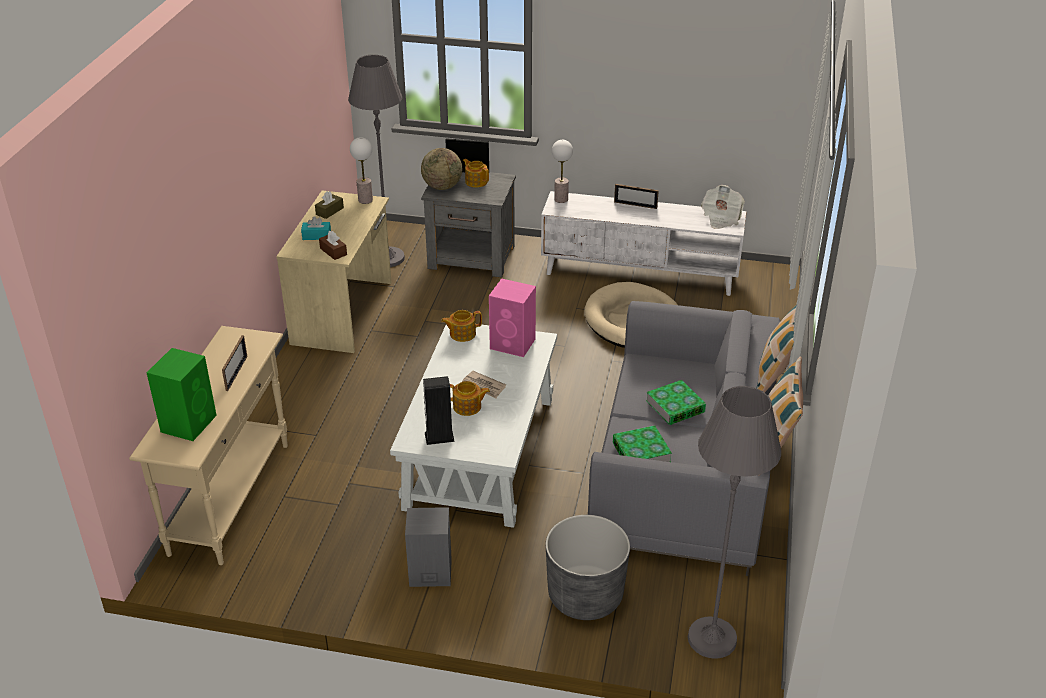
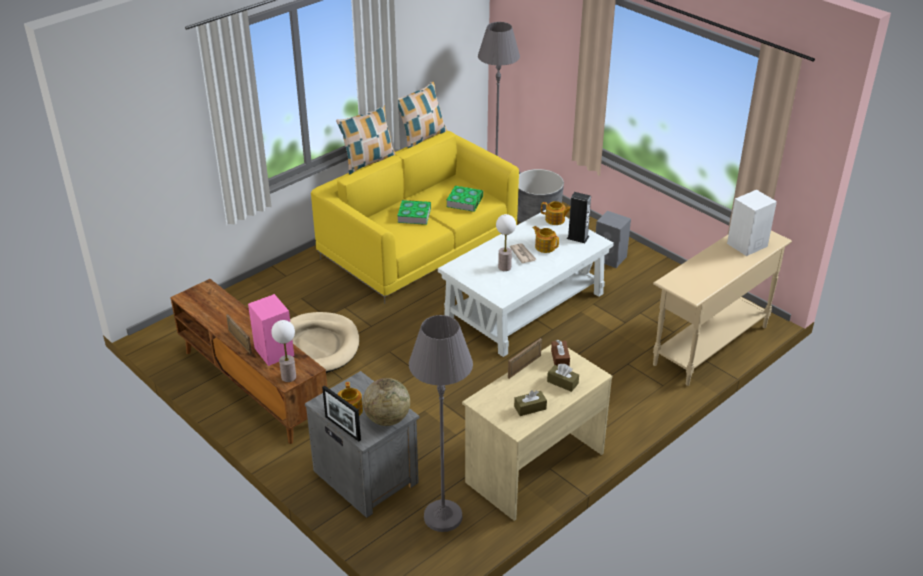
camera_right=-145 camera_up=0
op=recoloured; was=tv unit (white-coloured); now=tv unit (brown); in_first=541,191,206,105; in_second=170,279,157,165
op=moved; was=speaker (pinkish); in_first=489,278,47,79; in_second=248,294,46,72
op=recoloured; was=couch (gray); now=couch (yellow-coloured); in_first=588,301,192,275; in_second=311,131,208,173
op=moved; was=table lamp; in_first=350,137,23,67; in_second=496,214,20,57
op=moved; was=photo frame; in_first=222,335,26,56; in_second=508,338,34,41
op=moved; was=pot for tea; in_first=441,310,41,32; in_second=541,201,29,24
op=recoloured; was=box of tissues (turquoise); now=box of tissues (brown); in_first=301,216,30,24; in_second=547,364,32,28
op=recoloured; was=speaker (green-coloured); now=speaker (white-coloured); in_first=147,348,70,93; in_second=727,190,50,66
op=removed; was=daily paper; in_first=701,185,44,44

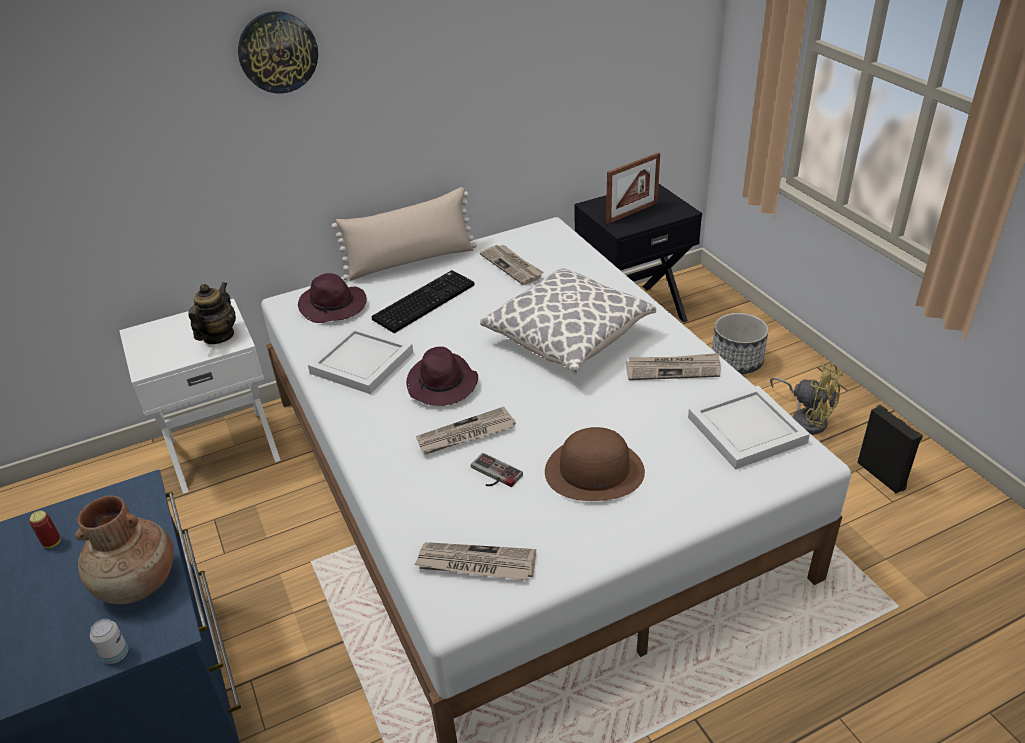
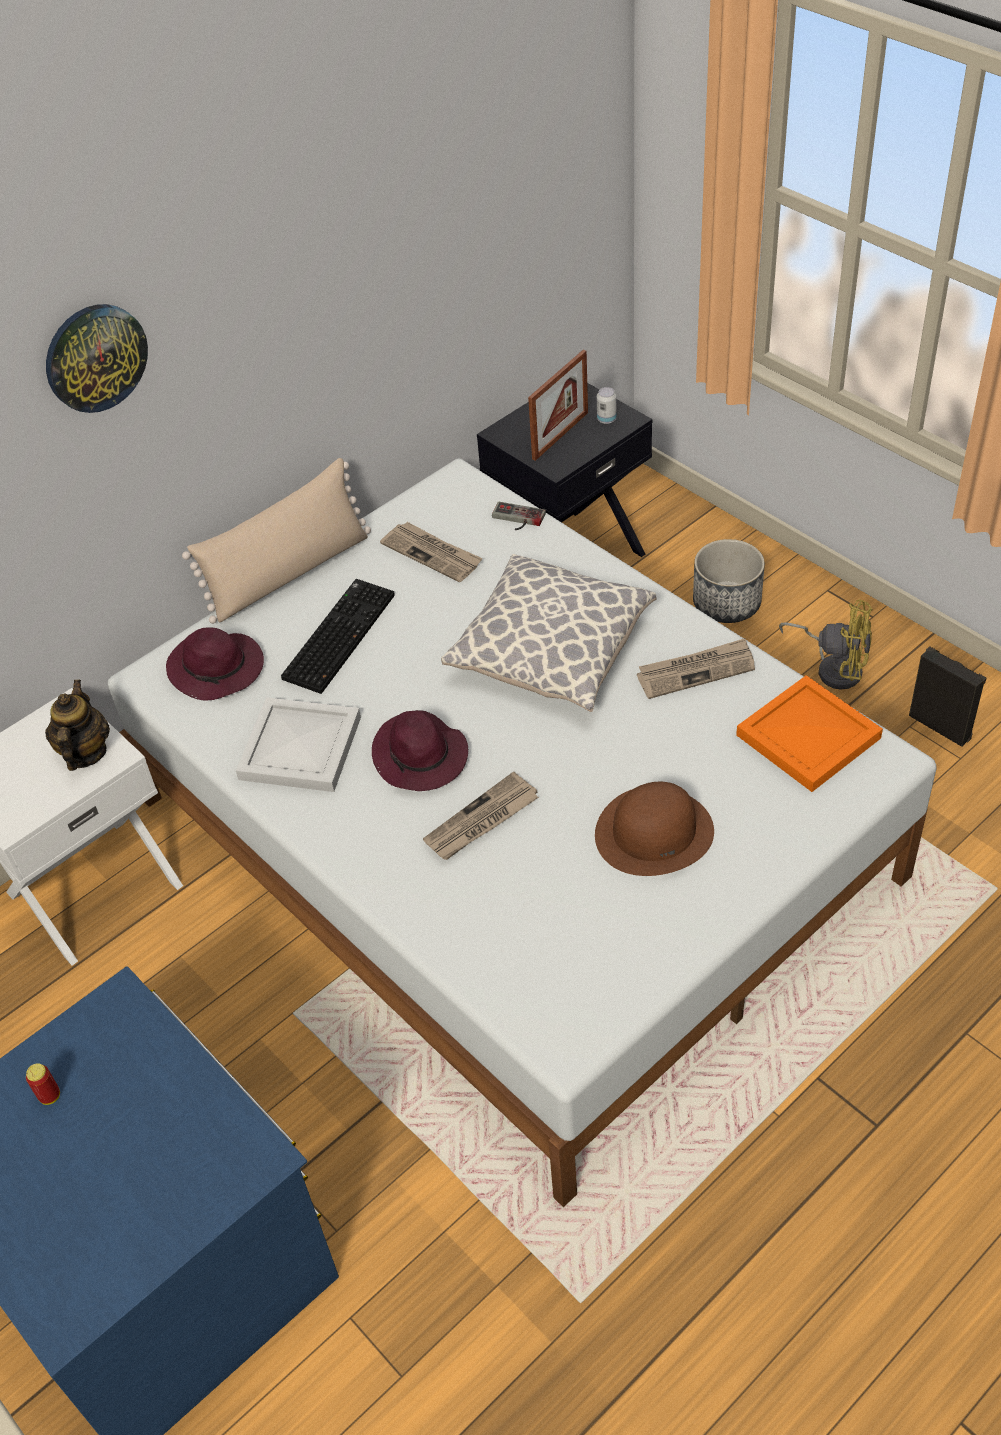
camera_right=-15 camera_up=10
op=moved; was=game controller; in_first=471,453,52,34; in_second=492,502,54,28
op=moved; was=can; in_first=90,619,38,45; in_second=597,387,20,37
op=recoloured; was=carrying tray (white-coloured); now=carrying tray (orangey); in_first=688,385,122,85; in_second=736,675,147,117
op=removed; was=flower vase (brown); in_first=75,495,99,109
op=removed; was=daily paper; in_first=414,542,122,39

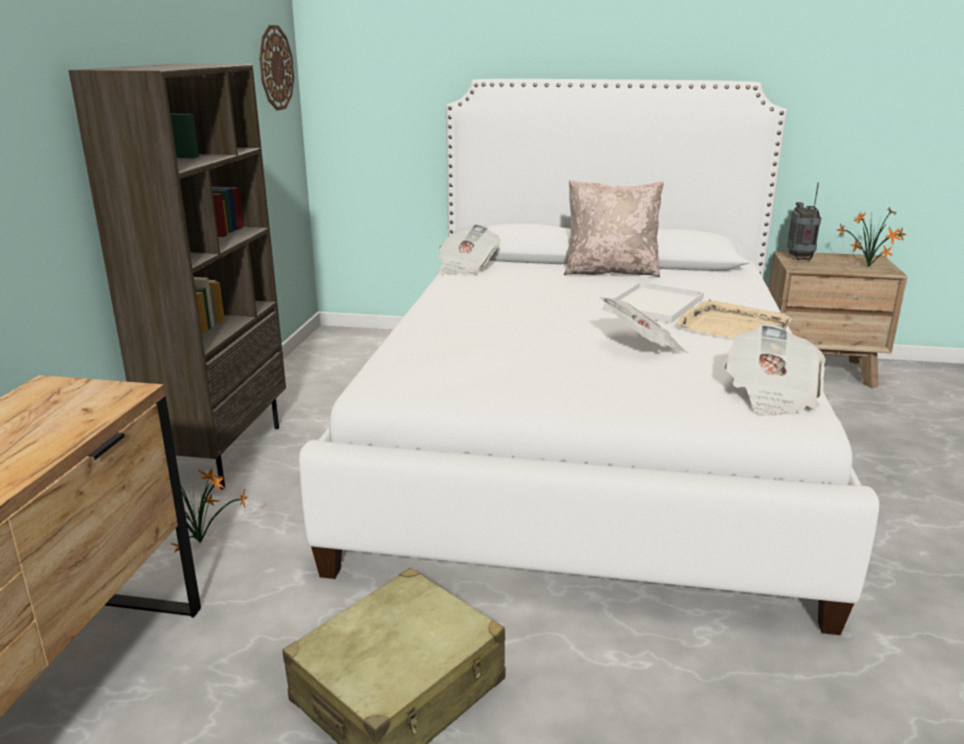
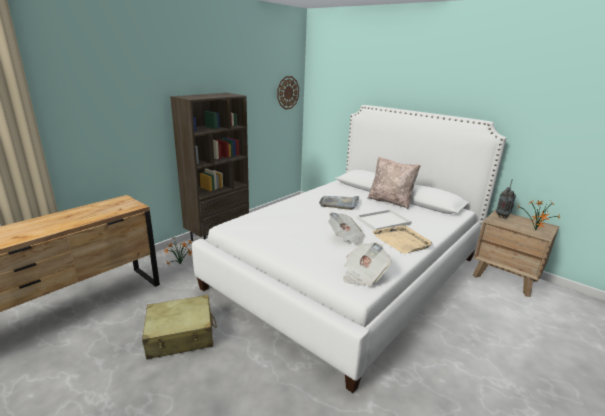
camera_right=30 camera_up=0
op=added; now=carrying tray (gray); in_second=319,196,40,14
op=removed; was=daily paper; in_first=437,224,63,51

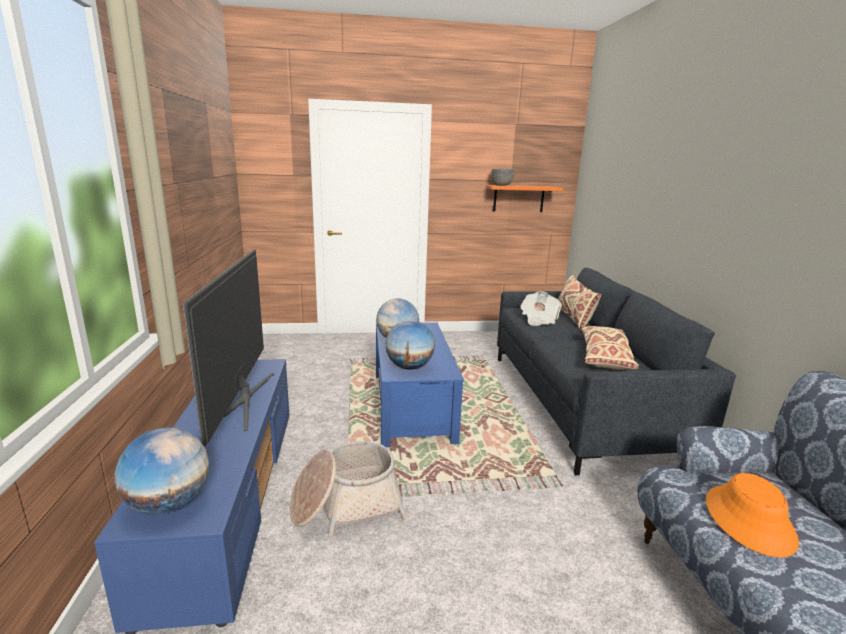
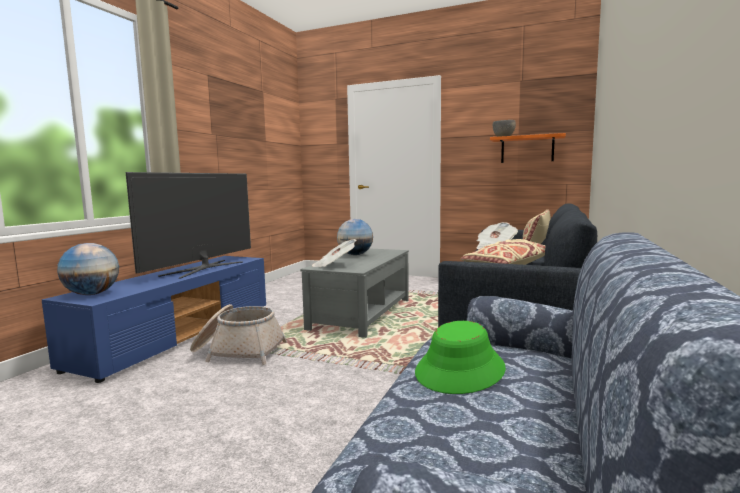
camera_right=30 camera_up=-10
op=recoloured; was=coffee table (blue); now=coffee table (gray); in_first=376,322,88,125; in_second=301,249,108,89
op=replaced; was=desk globe; now=daily paper; in_first=386,320,49,50; in_second=312,239,45,28
op=recoloured; was=clothing hat (orangey); now=clothing hat (green-coloured); in_first=706,473,93,84; in_second=415,321,91,73

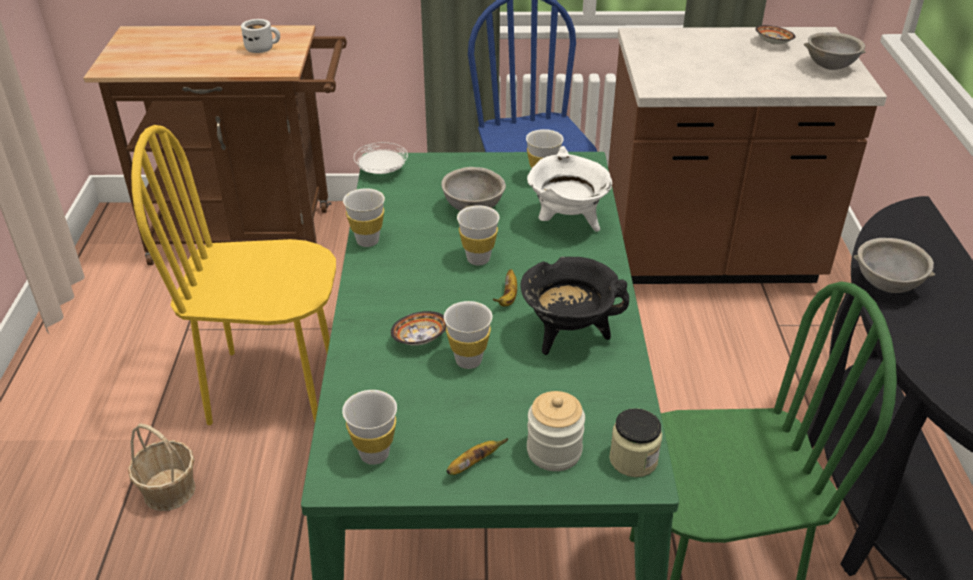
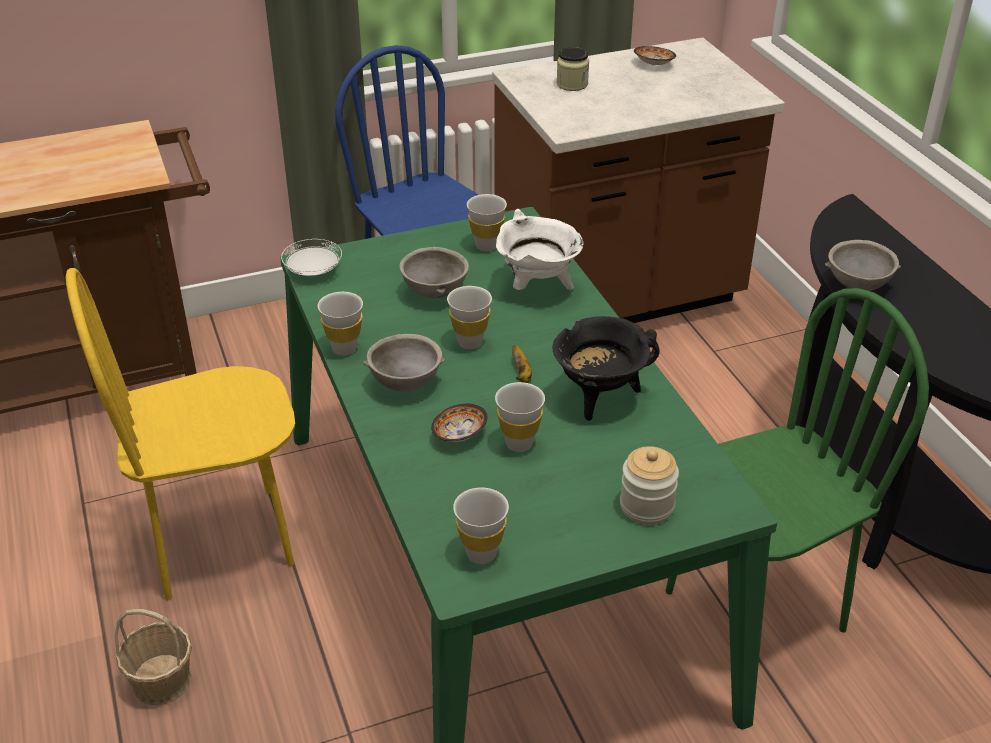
camera_right=-20 camera_up=0
op=moved; was=serving bowl (gray); in_first=804,32,62,38; in_second=363,334,82,58
op=moved; was=storage jar; in_first=609,408,53,69; in_second=557,47,32,44
op=removed; was=tea mug (white-coloured); in_first=241,19,39,34
op=removed; was=whole banana; in_first=446,438,62,37

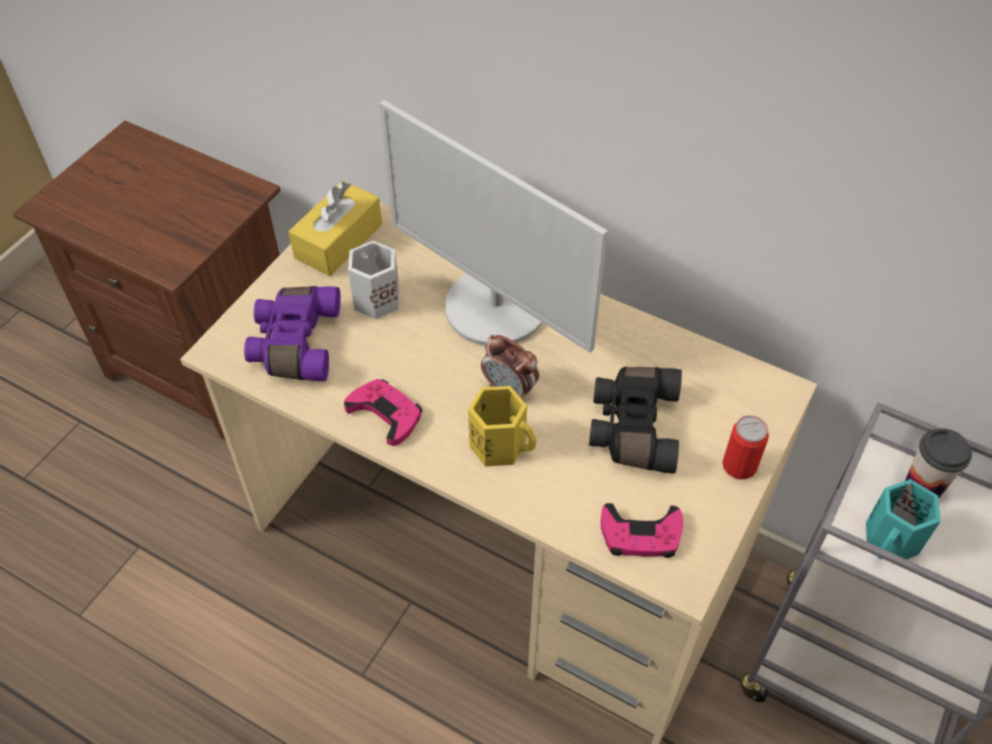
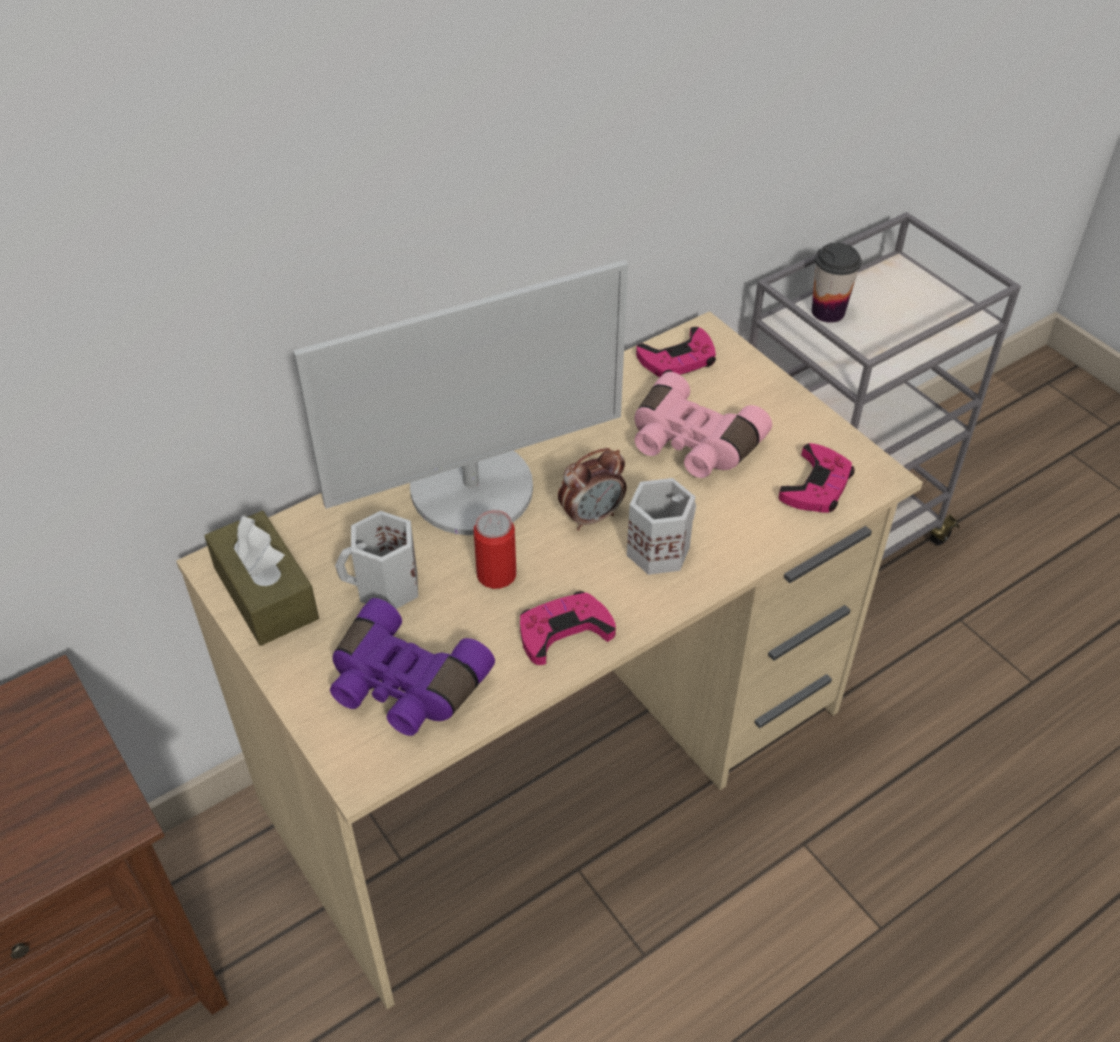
camera_right=-65 camera_up=-5
op=recoloured; was=box of tissues (yellow-coloured); now=box of tissues (brown); in_first=288,181,94,95; in_second=205,511,114,135
op=moved; was=can; in_first=722,415,47,64; in_second=474,510,42,79
op=recoloured; was=tea mug (yellow-coloured); now=tea mug (white-coloured); in_first=468,386,69,81; in_second=627,478,69,97
op=recoloured; was=binoculars (black-coloured); now=binoculars (pinkish); in_first=589,367,93,107; in_second=635,372,137,106
op=added; now=game controller (pinkish); in_second=636,327,80,50
op=removed; was=tea mug (turquoise); in_first=866,479,75,80

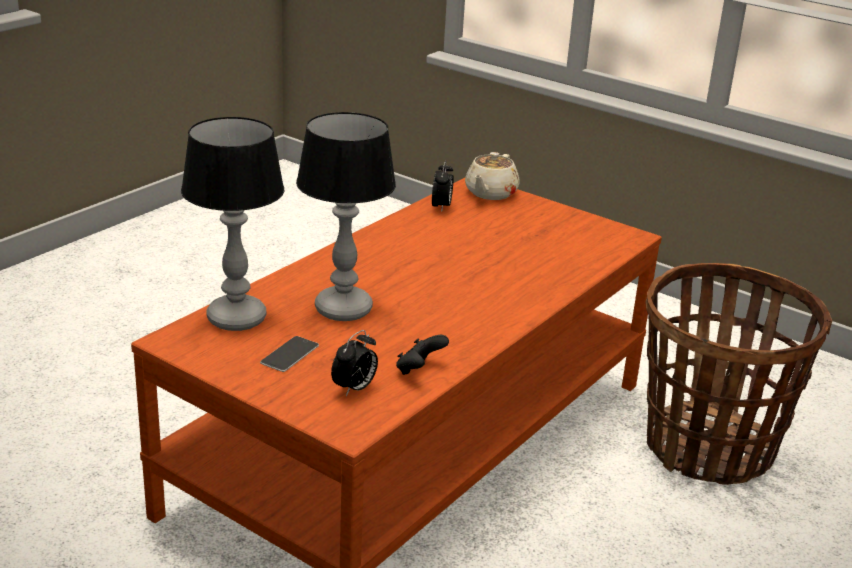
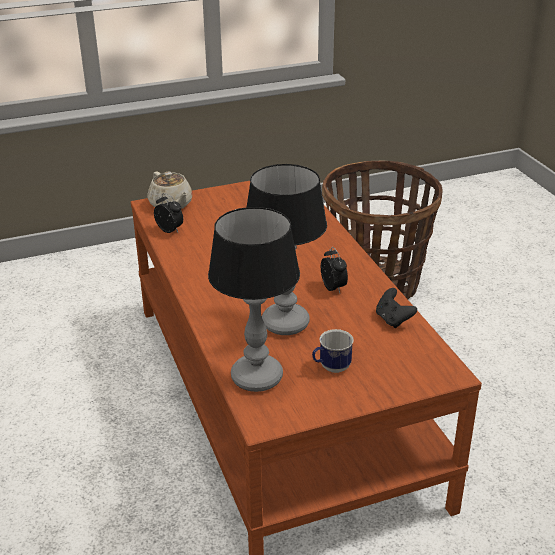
camera_right=-55 camera_up=5
op=replaced; was=telephone; now=tea mug; in_first=260,336,59,36; in_second=312,329,42,44
op=moved; was=table clock; in_first=331,330,47,66; in_second=321,247,27,46

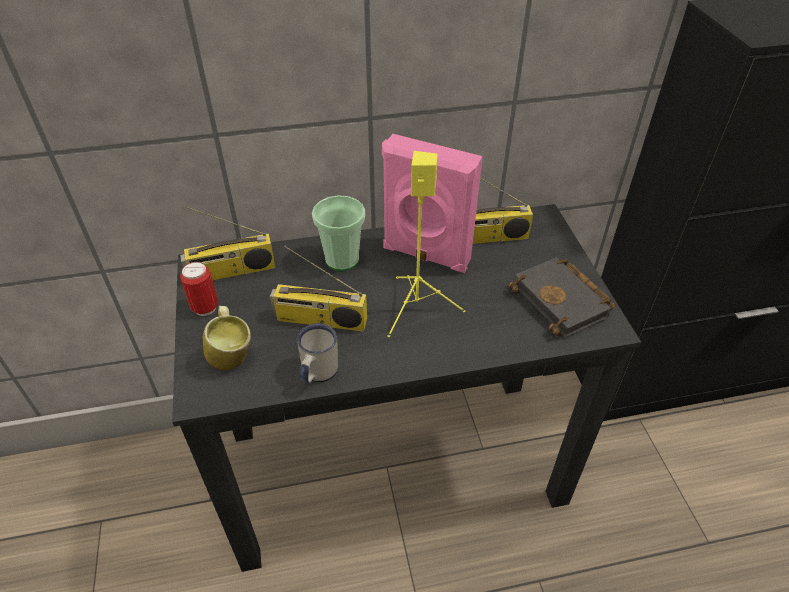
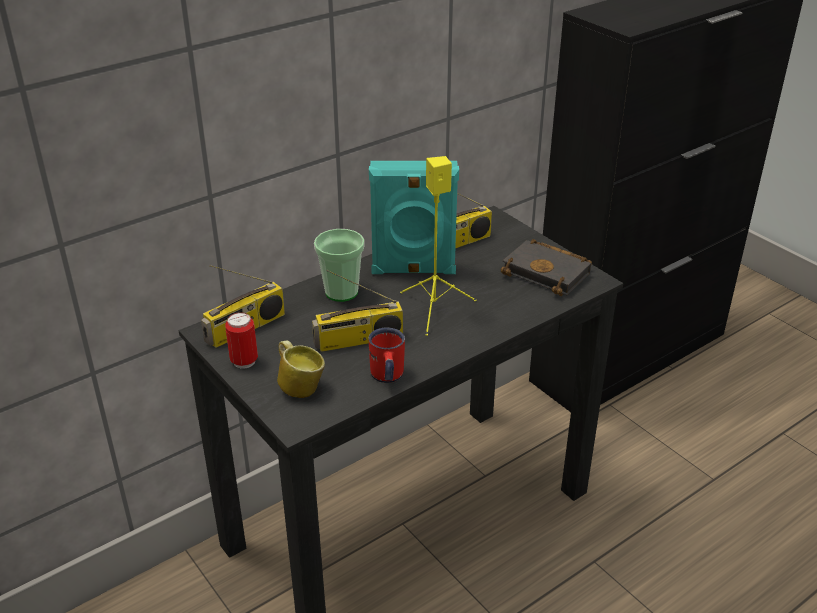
camera_right=-25 camera_up=-10
op=recoloured; was=tea mug (white-coloured); now=tea mug (red-coloured); in_first=297,323,41,61; in_second=368,327,37,56
op=recoloured; was=speaker (pinkish); now=speaker (turquoise); in_first=382,134,101,139; in_second=369,161,90,113

